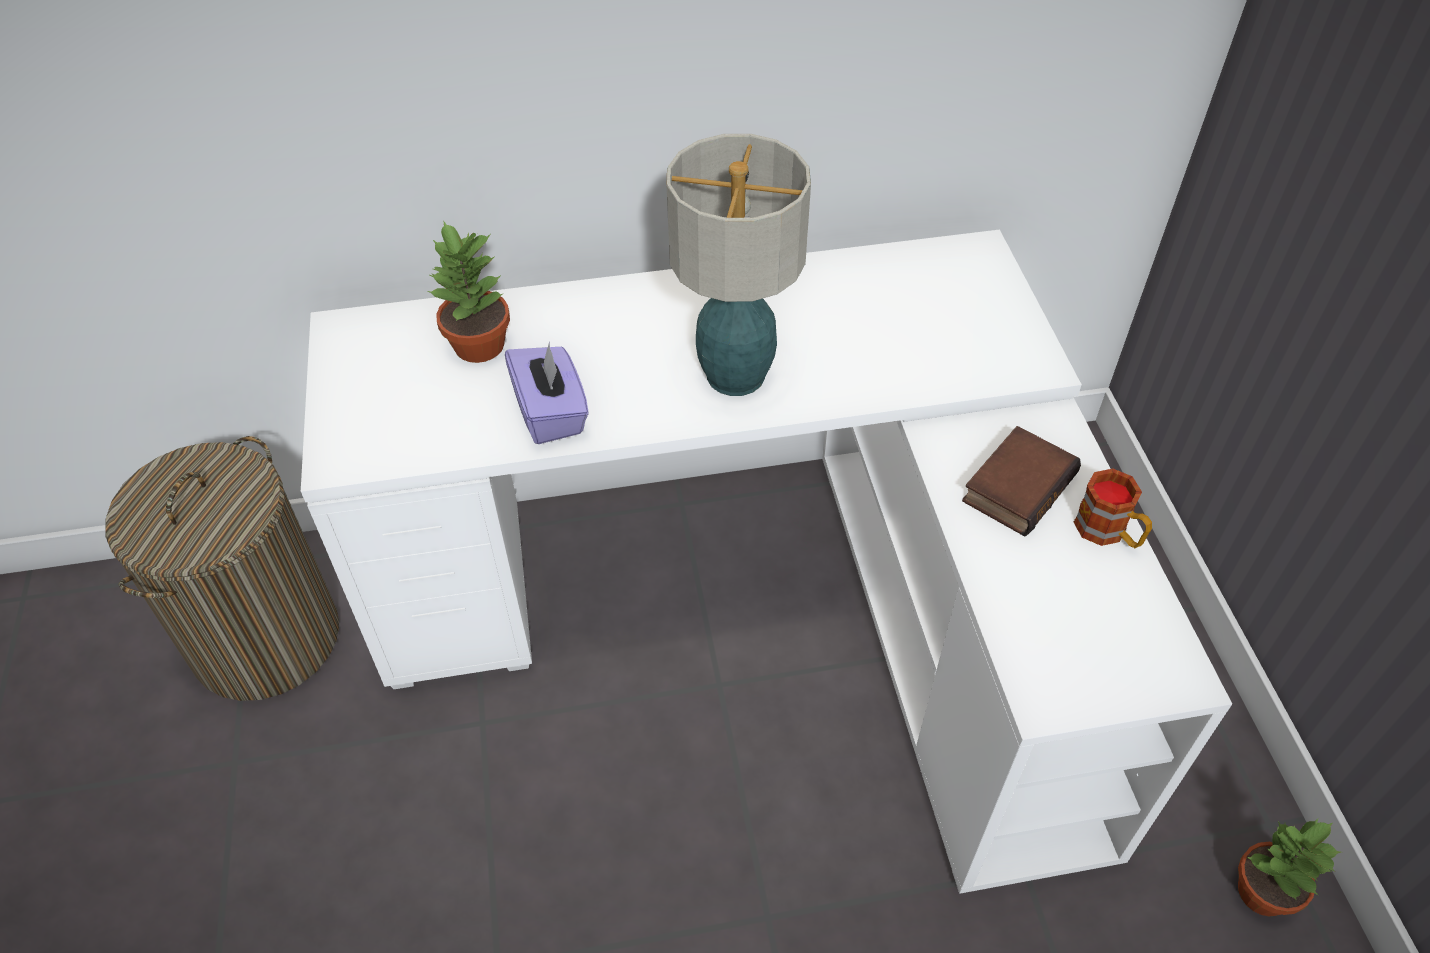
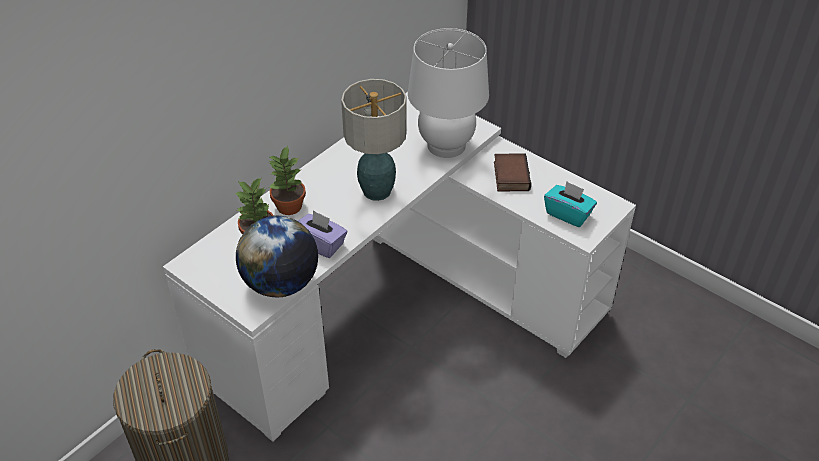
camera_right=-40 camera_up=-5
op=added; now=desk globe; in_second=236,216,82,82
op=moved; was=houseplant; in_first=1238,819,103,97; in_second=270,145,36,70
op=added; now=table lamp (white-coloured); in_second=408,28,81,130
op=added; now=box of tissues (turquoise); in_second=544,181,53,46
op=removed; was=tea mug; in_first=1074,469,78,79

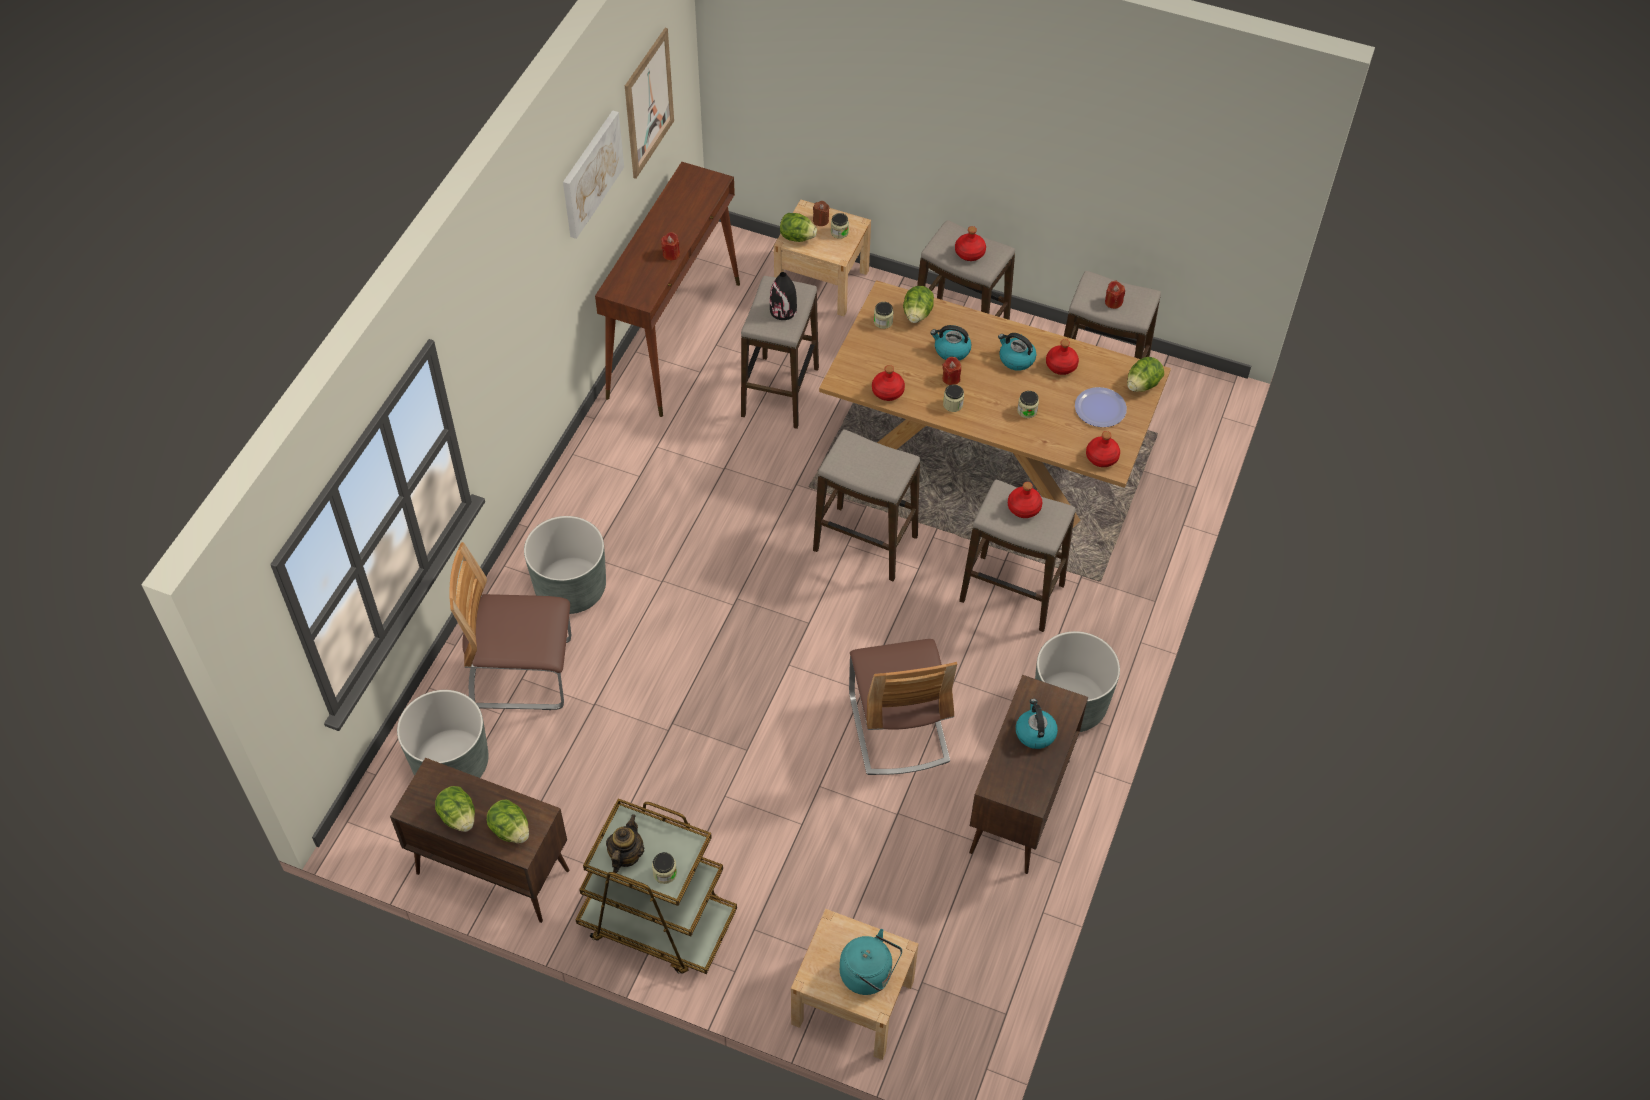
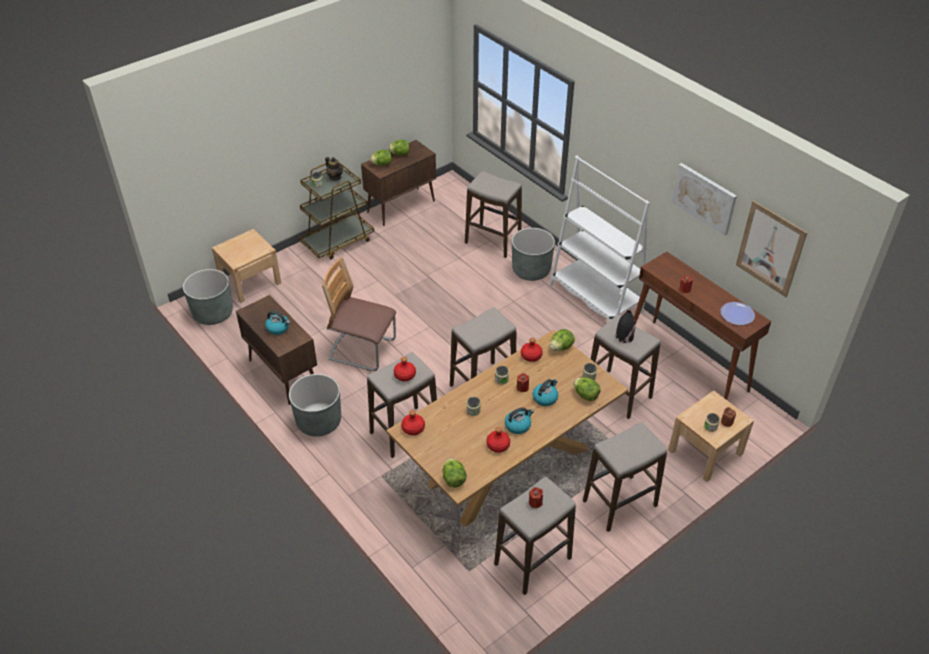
camera_right=120 camera_up=-10
op=moved; was=plant pot (gray); in_first=397,690,92,88; in_second=183,269,50,56
op=replaced; was=upright chair; now=stool seat; in_first=449,542,122,168; in_second=465,171,57,87
op=added; now=bookshelf (white-coloured); in_second=550,156,100,165
op=moved; was=lettuce; in_first=780,213,37,29; in_second=550,329,25,22
op=moved; was=dinner plate; in_first=1075,387,52,40; in_second=721,302,34,23
op=removed; was=water kettle (turquoise); in_first=840,929,62,66
op=removed; was=drink bottle (red-coloured); in_first=955,226,31,35

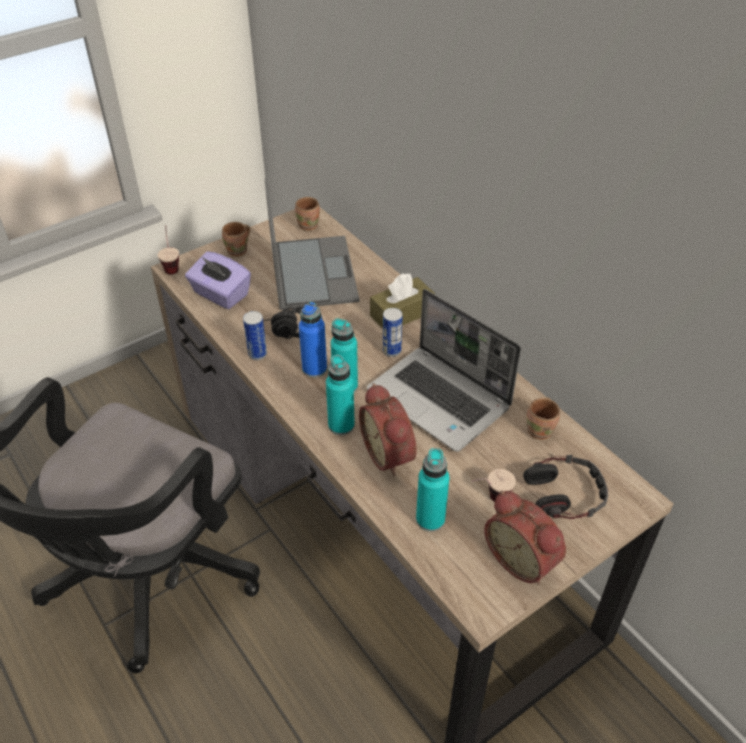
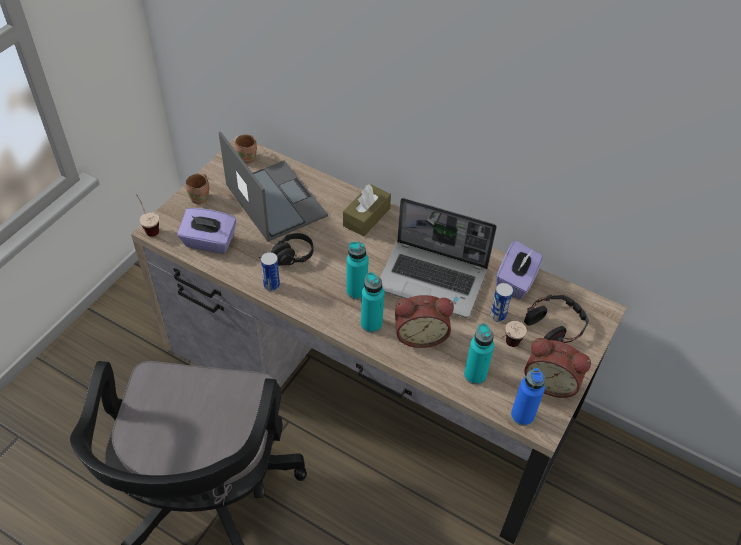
camera_right=-25 camera_up=5
op=turned; was=table clock; in_first=359,383,58,93; in_second=395,295,59,53; clockwise=-45
op=moved; was=can; in_first=383,308,20,49; in_second=490,283,23,39
op=replaced; was=tea mug (brown); now=box of tissues (purple); in_first=527,397,33,43; in_second=496,240,47,59
op=moved; was=drink bottle (blue); in_first=299,302,28,76; in_second=511,368,34,58

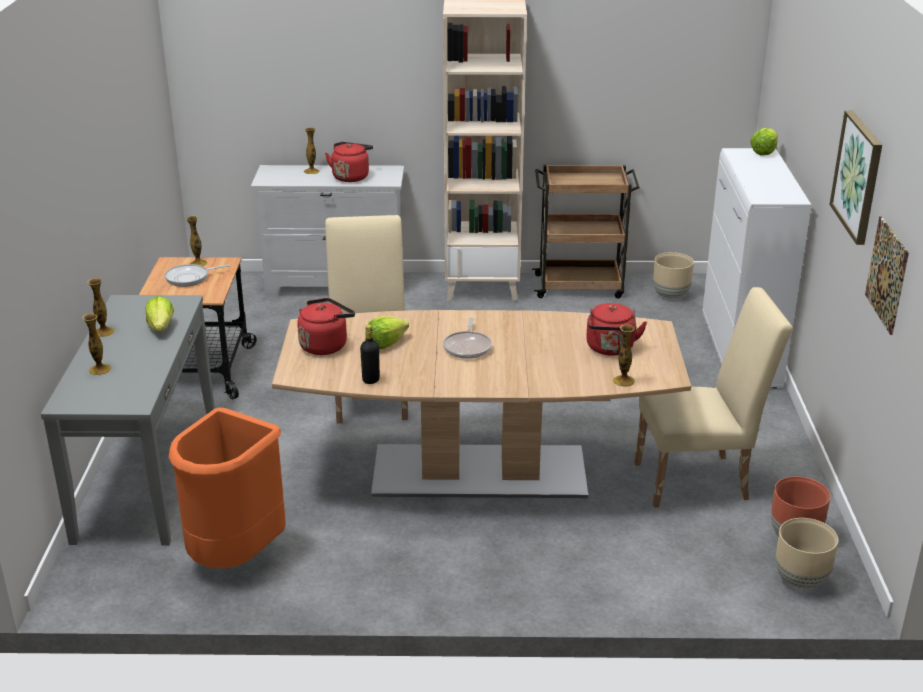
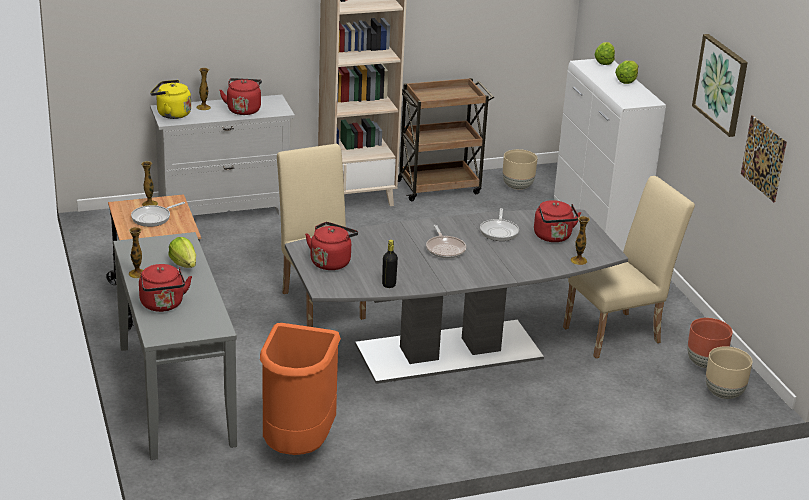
camera_right=-20 camera_up=0
op=replaced; was=flower vase; now=water kettle (red-coloured); in_first=82,313,29,62; in_second=139,264,53,48
op=added; now=water kettle (yellow-coloured); in_second=150,80,41,39
op=recoloured; was=dinner table (brown); now=dinner table (gray); in_first=272,310,419,188; in_second=285,210,343,174
op=added; now=skillet; in_second=480,208,39,33
op=moved; was=lettuce; in_first=368,316,41,33; in_second=615,61,23,23

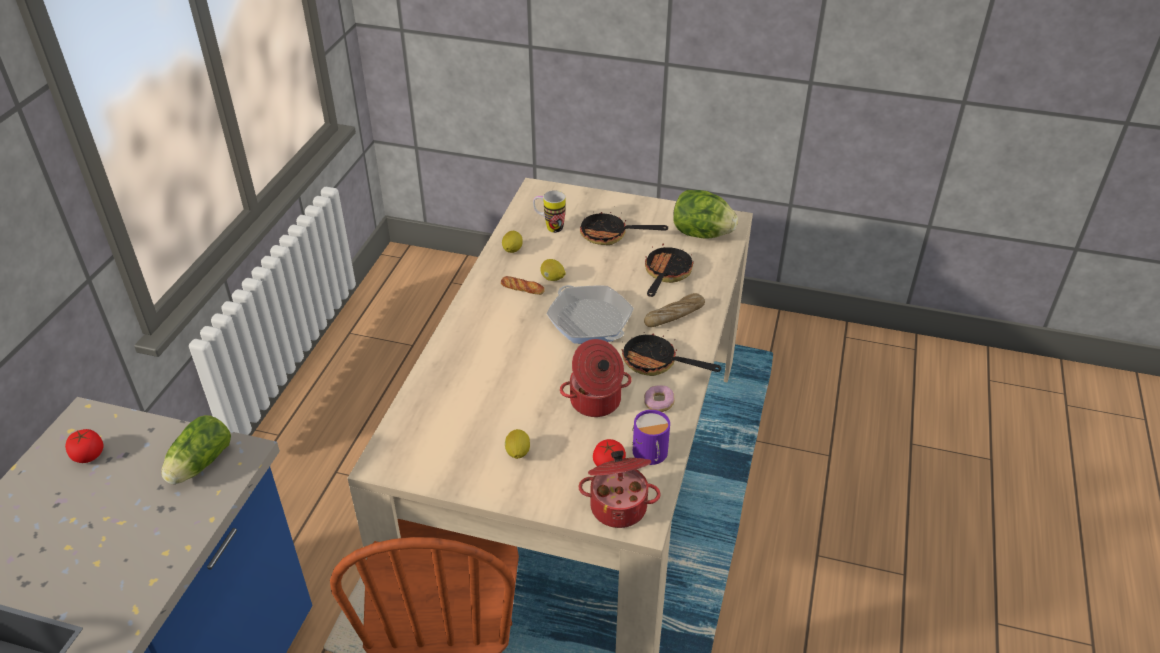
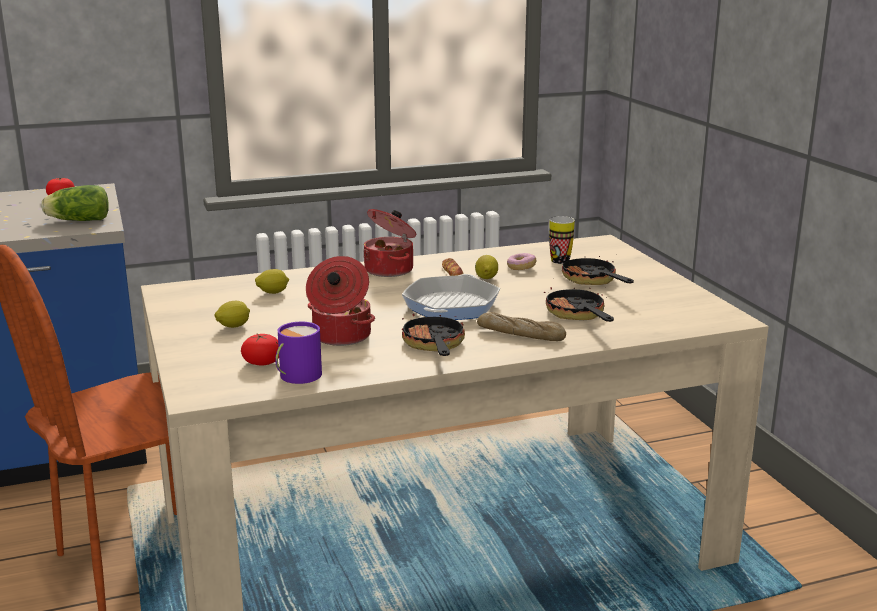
camera_right=55 camera_up=-20
op=moved; was=citrus fruit; in_first=502,231,21,22; in_second=255,269,34,25
op=moved; was=cooking pot; in_first=578,451,83,77; in_second=363,209,53,68
op=moved; was=ring doughnut; in_first=644,385,30,27; in_second=507,253,29,17
op=turned; was=skillet; in_first=645,244,49,53; in_second=544,287,70,35; clockwise=-90
op=removed; was=lettuce; in_first=674,190,64,49

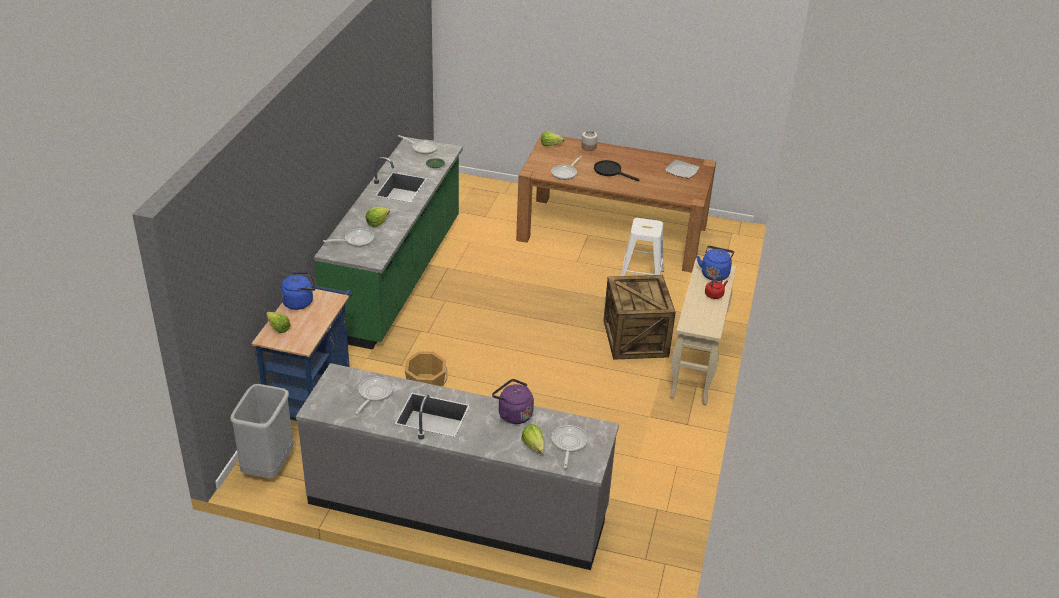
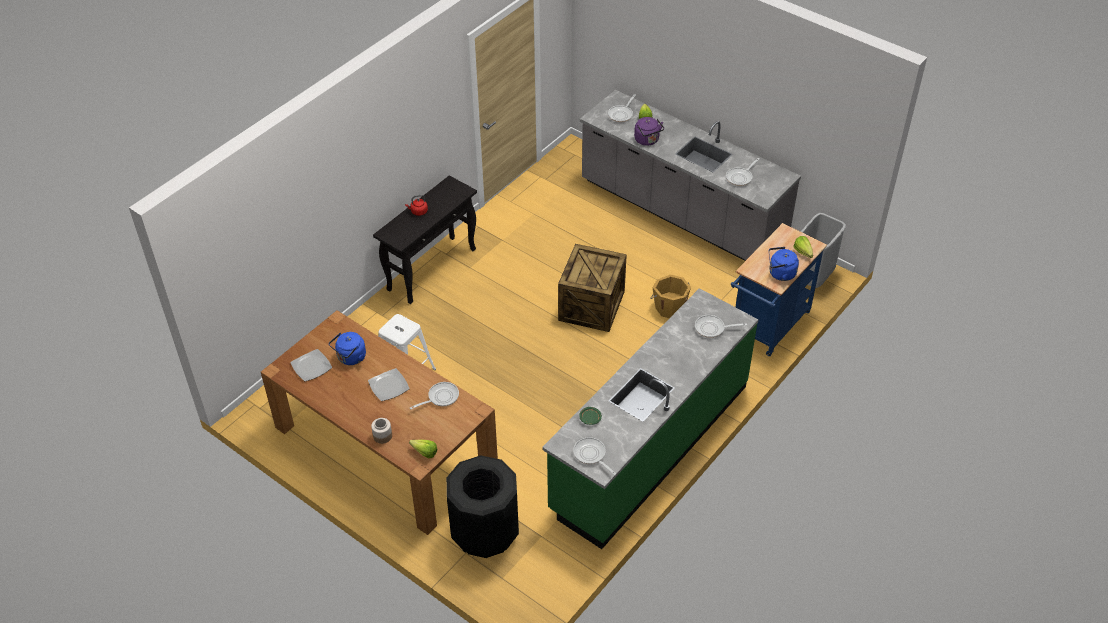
camera_right=-155 camera_up=10
op=moved; was=water kettle (blue); in_first=697,246,37,35; in_second=329,332,37,33
op=replaced; was=skillet (black-coloured); now=dinner plate; in_first=594,160,46,21; in_second=368,368,42,33
op=recoloured; was=console table (beige); now=console table (black-coloured); in_first=670,258,66,147; in_second=373,175,104,129
op=added; now=trash can (black-coloured); in_second=446,455,73,103
op=moved; was=shipping crate; in_first=604,275,72,85; in_second=558,244,69,88
op=removed; was=lettuce; in_first=366,207,24,20

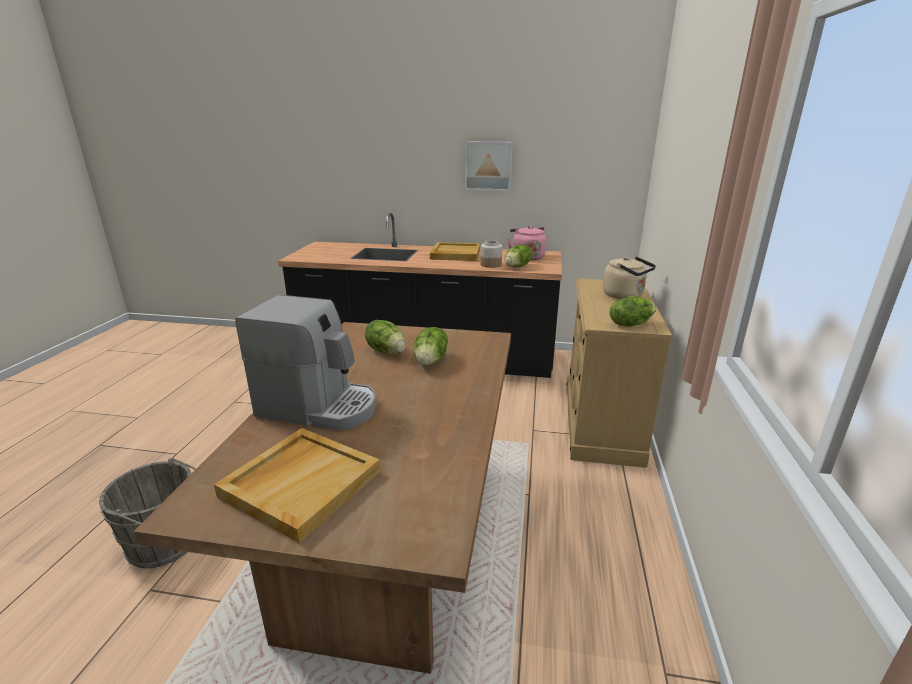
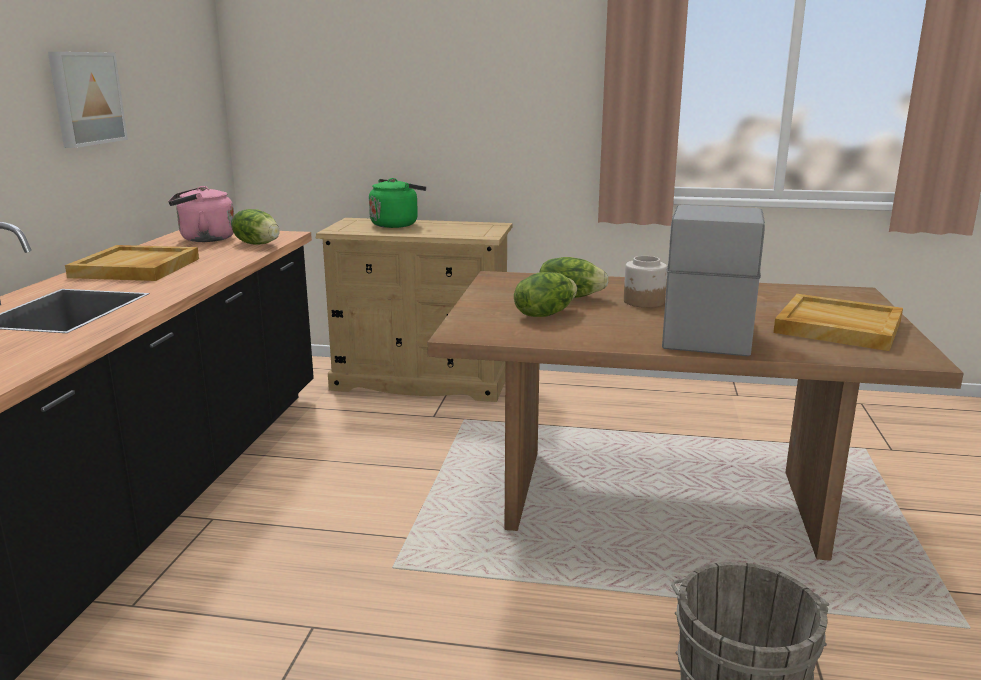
camera_right=-90 camera_up=-5
op=recoloured; was=water kettle (beige); now=water kettle (green-coloured); in_first=603,257,53,42; in_second=369,178,57,50
op=moved; was=storage jar; in_first=480,241,22,27; in_second=624,256,43,52
op=removed; was=lettuce; in_first=610,296,46,31

